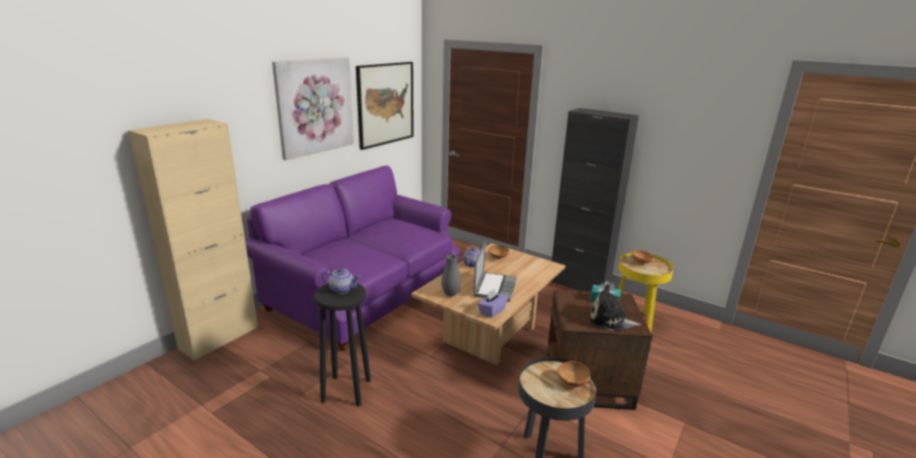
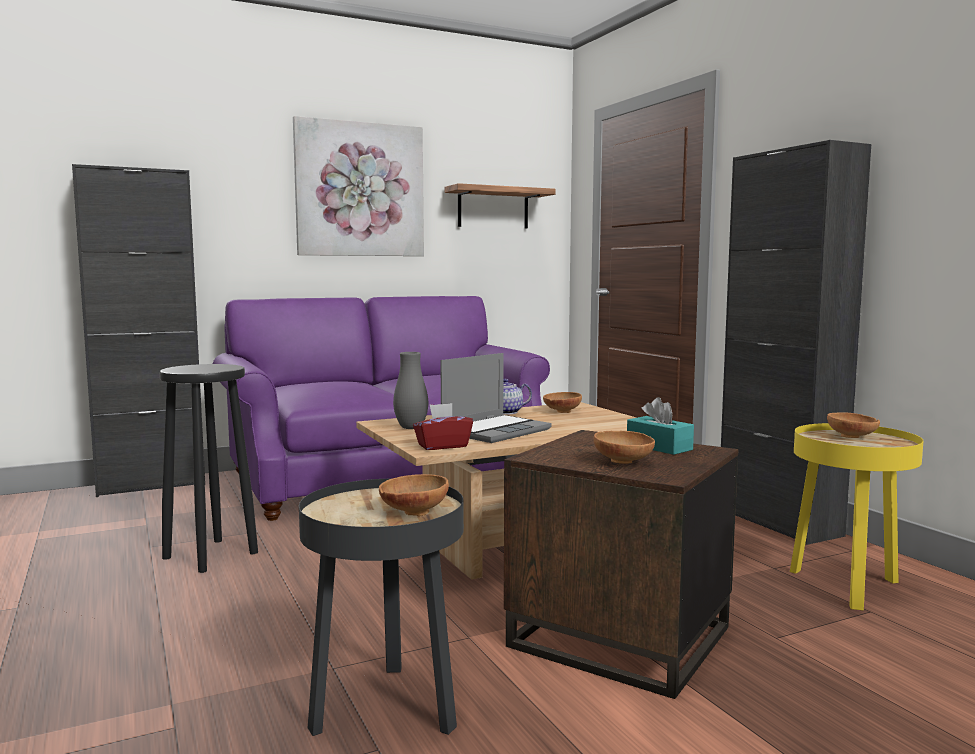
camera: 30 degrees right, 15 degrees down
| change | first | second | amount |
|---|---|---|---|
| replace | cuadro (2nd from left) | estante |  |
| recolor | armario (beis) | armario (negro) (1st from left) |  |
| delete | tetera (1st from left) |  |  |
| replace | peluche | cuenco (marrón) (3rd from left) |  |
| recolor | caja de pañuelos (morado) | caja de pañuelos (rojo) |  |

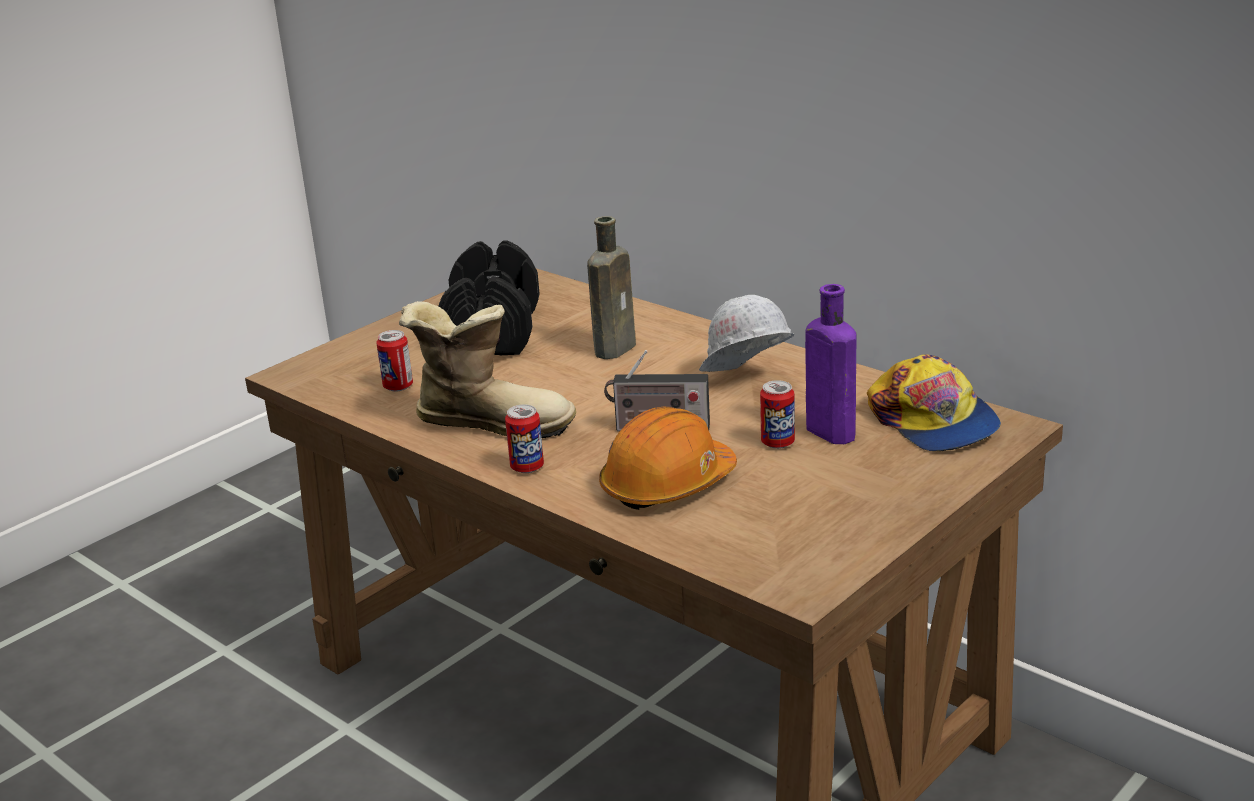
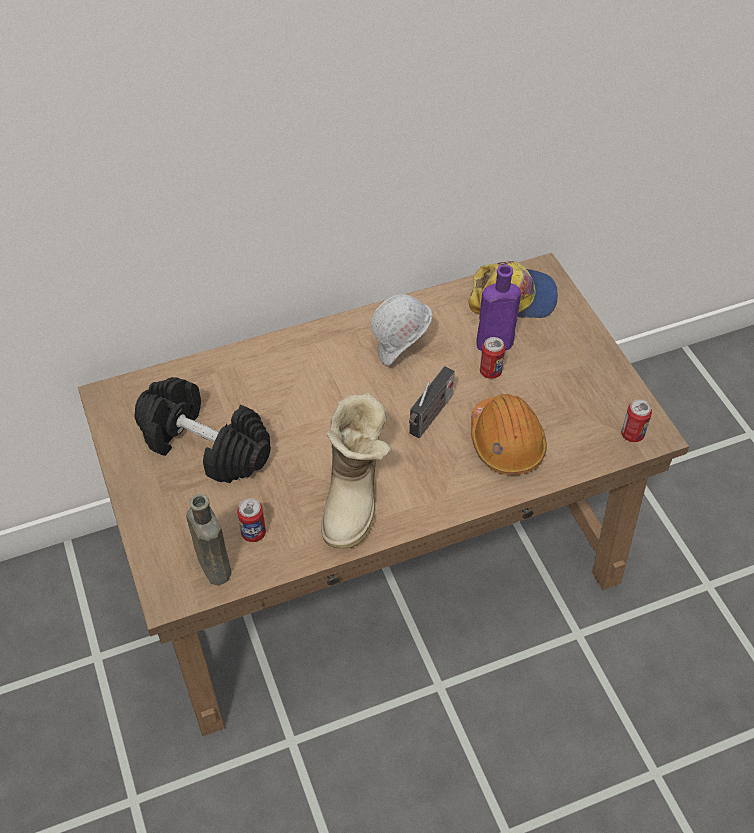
camera: 65 degrees left, 25 degrees up
| change | first | second | amount |
|---|---|---|---|
| move | botella (marrón) |  |  |
| rotate | bota |  | 150 degrees clockwise |
| move | lata (2nd from left in the first image) | lata (3rd from left) |  |

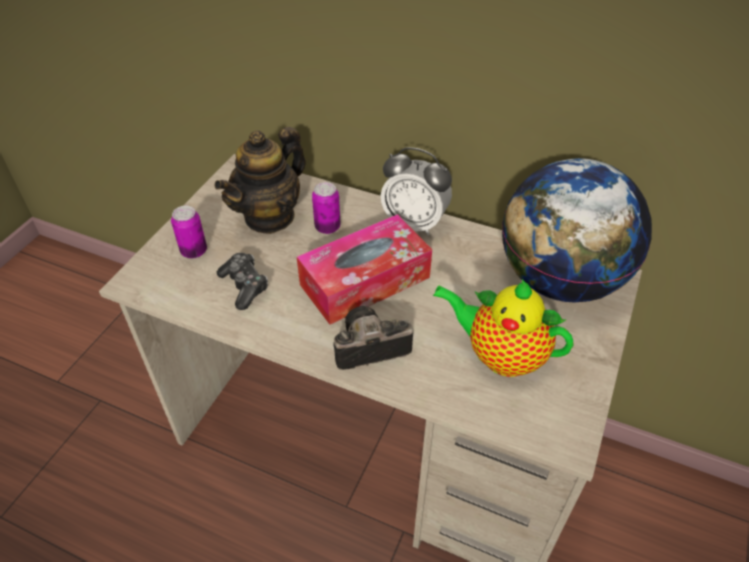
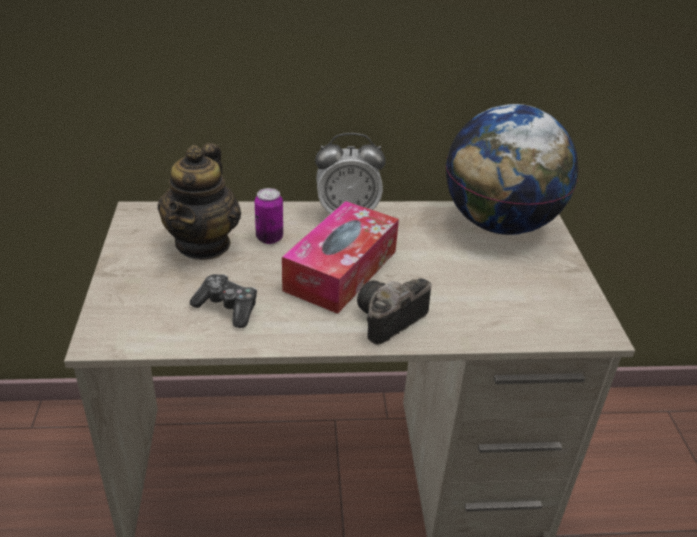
camera: 30 degrees left, 10 degrees down
| change | first | second | amount |
|---|---|---|---|
| delete | lata (1st from left) |  |  |
| delete | tetera (2nd from left) |  |  |

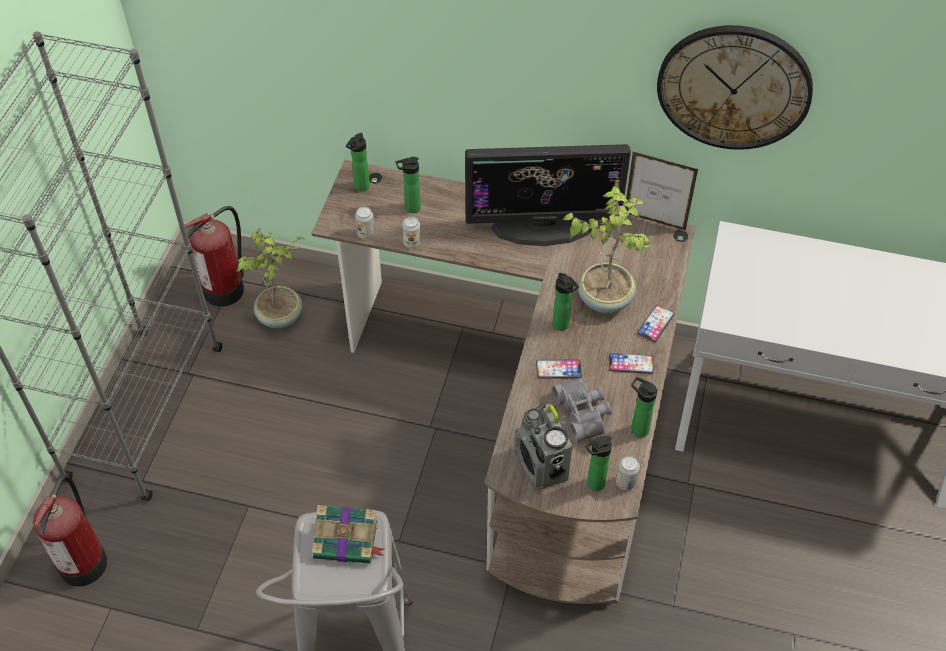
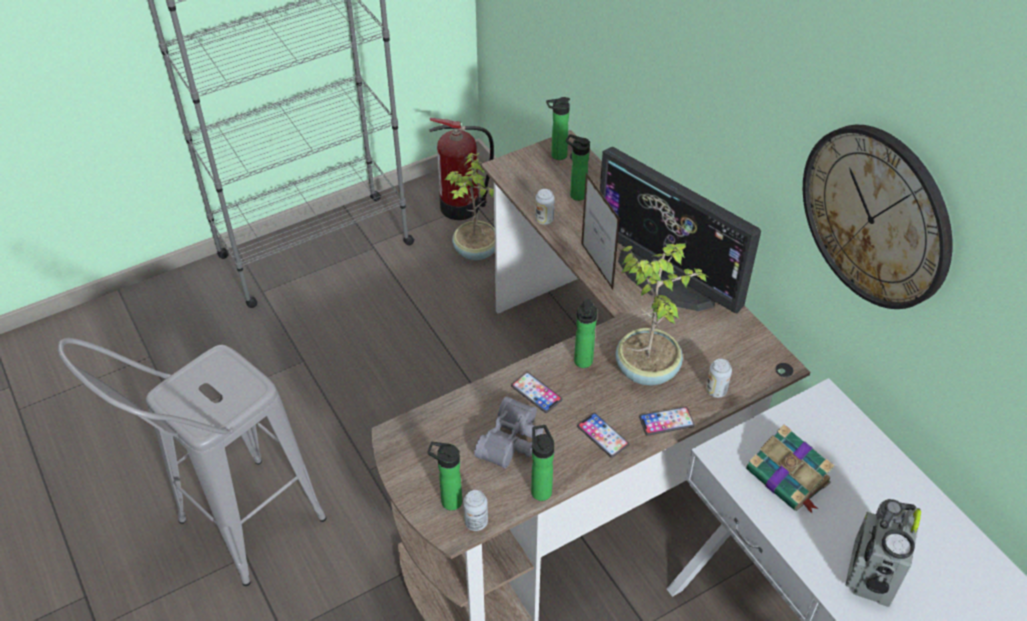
camera: 45 degrees right, 5 degrees down
| change | first | second | amount |
|---|---|---|---|
| move | portarretratos |  |  |
| move | lata (1st from left in the first image) | lata (3rd from left) |  |
| move | radio |  |  |
| delete | extintor (1st from left) |  |  |
| move | libro |  |  |

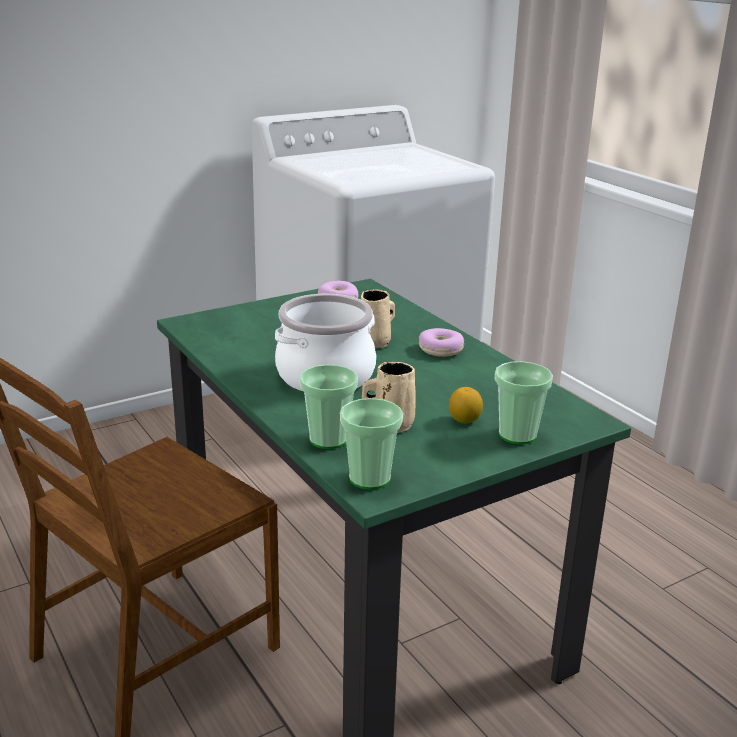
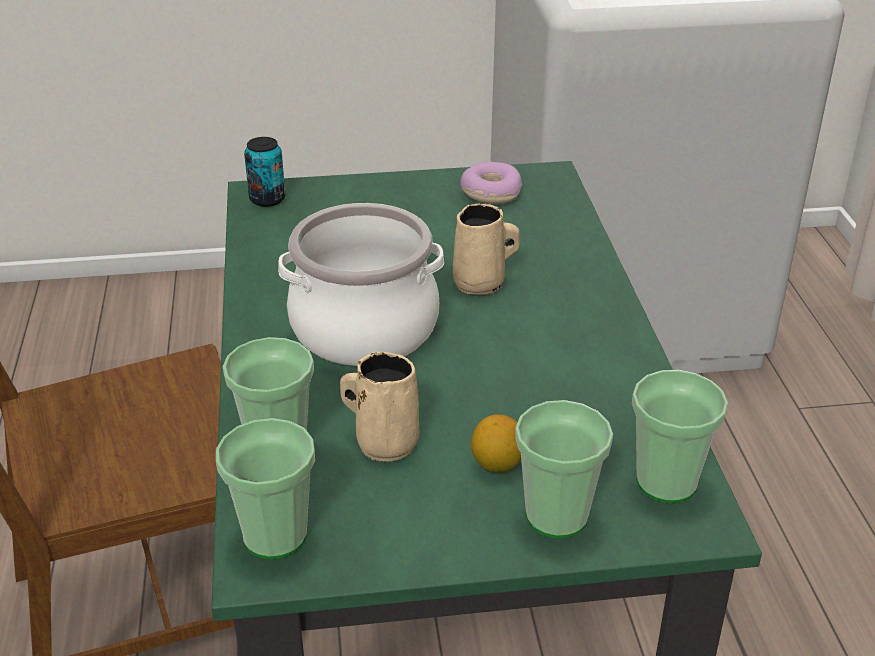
camera: 25 degrees right, 10 degrees up
| change | first | second | amount |
|---|---|---|---|
| delete | rosquilla (2nd from left) |  |  |
| insert |  | lata |  |
| insert |  | taza (4th from left) |  |

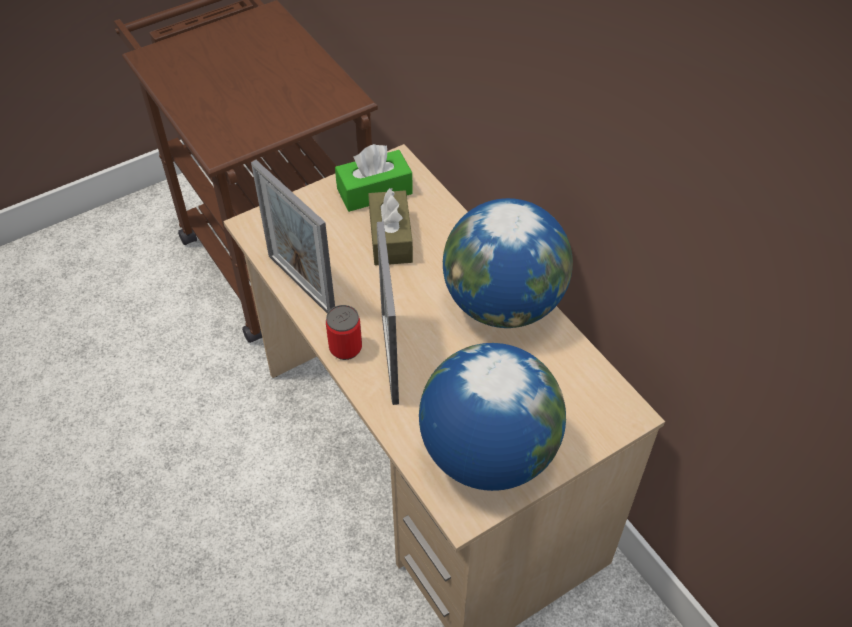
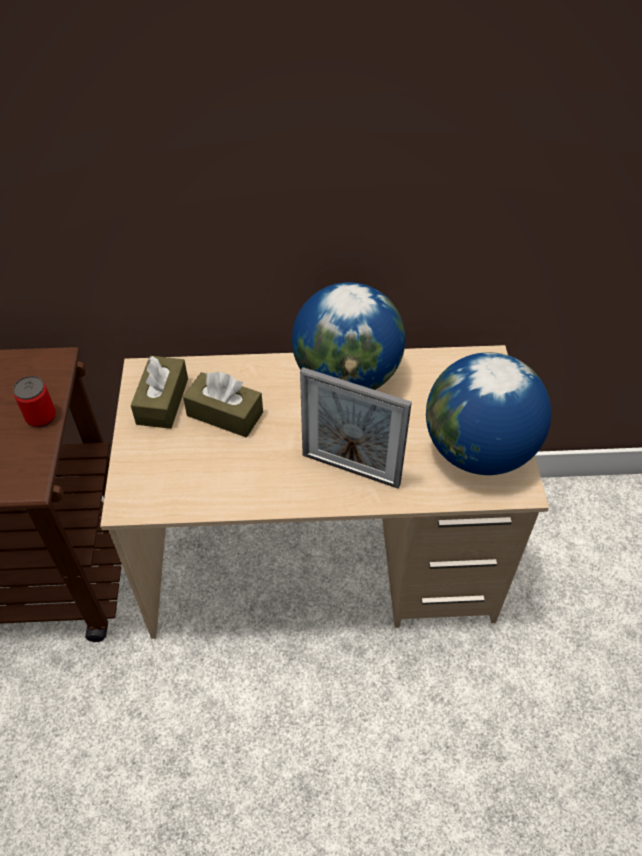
camera: 60 degrees left, 0 degrees up
| change | first | second | amount |
|---|---|---|---|
| recolor | caja de pañuelos (verde) | caja de pañuelos (marrón) (1st from left) |  |
| delete | portarretratos (1st from left) |  |  |
| move | lata |  |  |

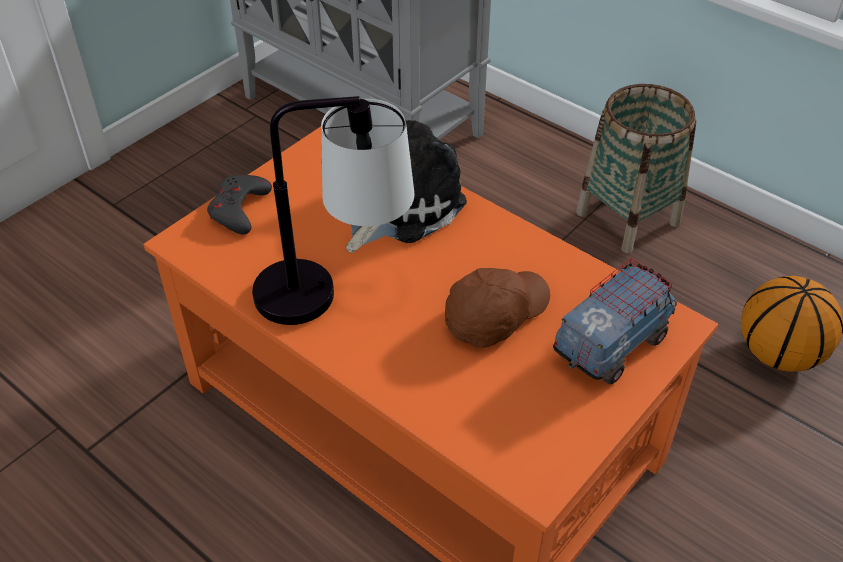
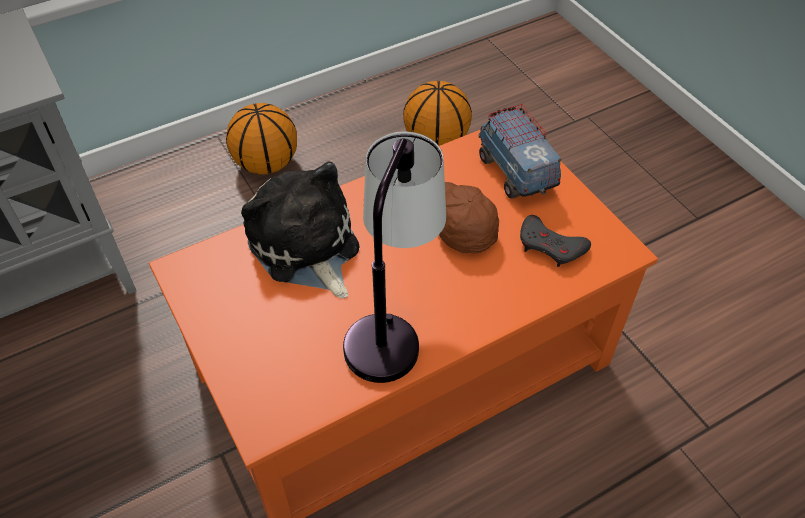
camera: 70 degrees left, 5 degrees up
| change | first | second | amount |
|---|---|---|---|
| replace | cesta | balón de baloncesto (1st from left) |  |
| move | mando de consola (gris) |  |  |

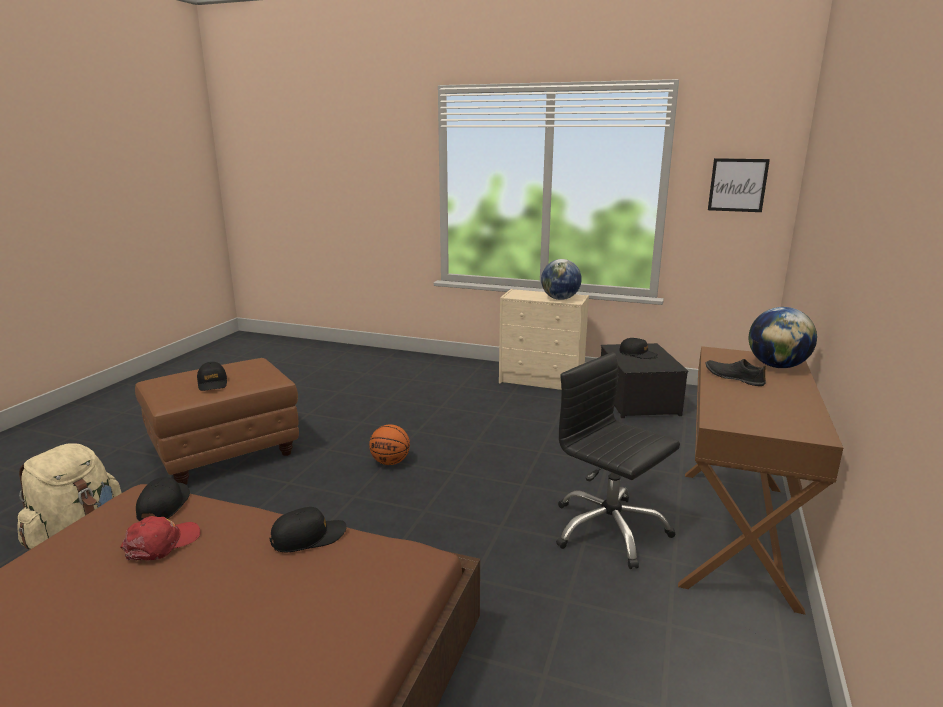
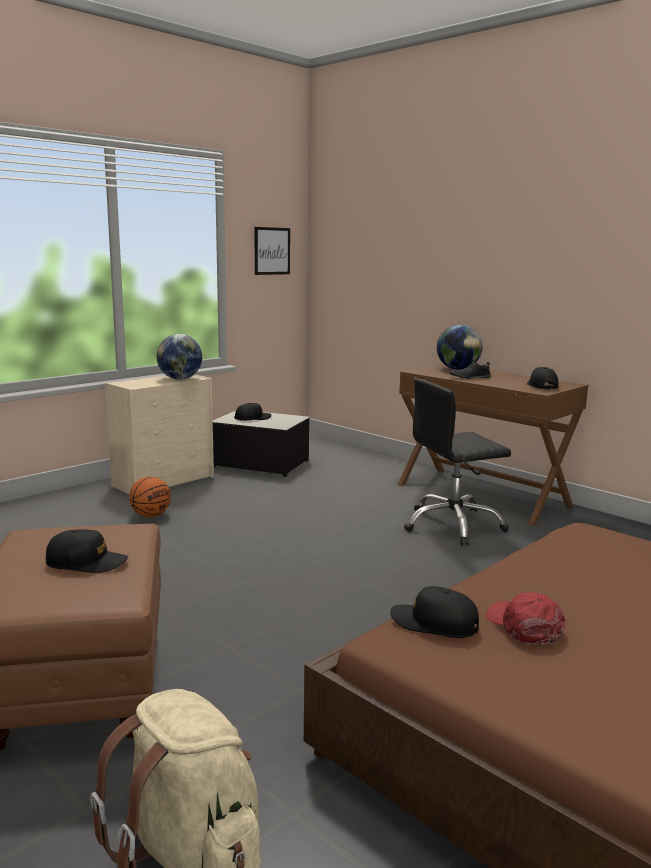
camera: 65 degrees left, 5 degrees down
| change | first | second | amount |
|---|---|---|---|
| move | balón de baloncesto |  |  |
| move | gorra (negro) (3rd from left in the first image) | gorra (negro) (4th from left) |  |

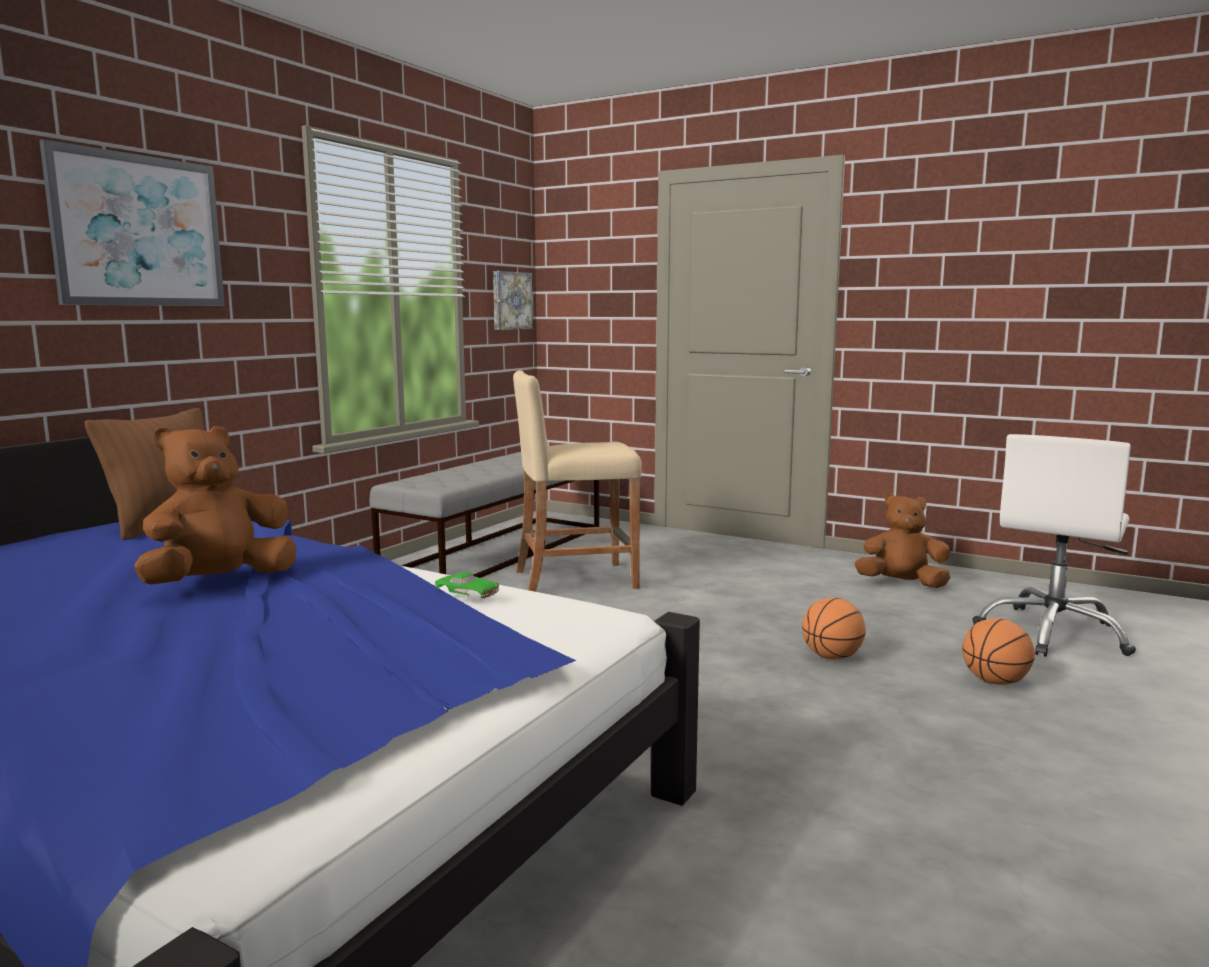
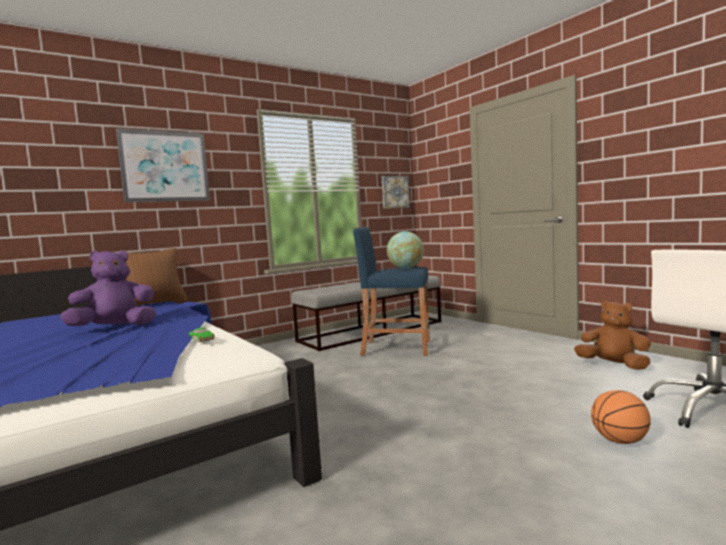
camera: 25 degrees right, 5 degrees down
| change | first | second | amount |
|---|---|---|---|
| recolor | taburete (beis) | taburete (azul) |  |
| recolor | peluche (marrón) (1st from left) | peluche (morado) |  |
| delete | balón de baloncesto (1st from left) |  |  |
| insert |  | globo terráqueo |  |

